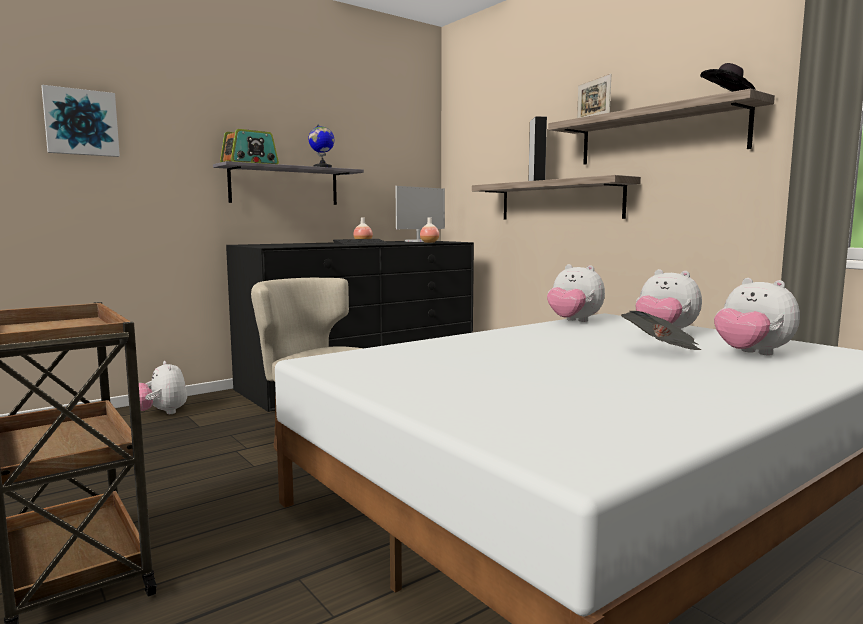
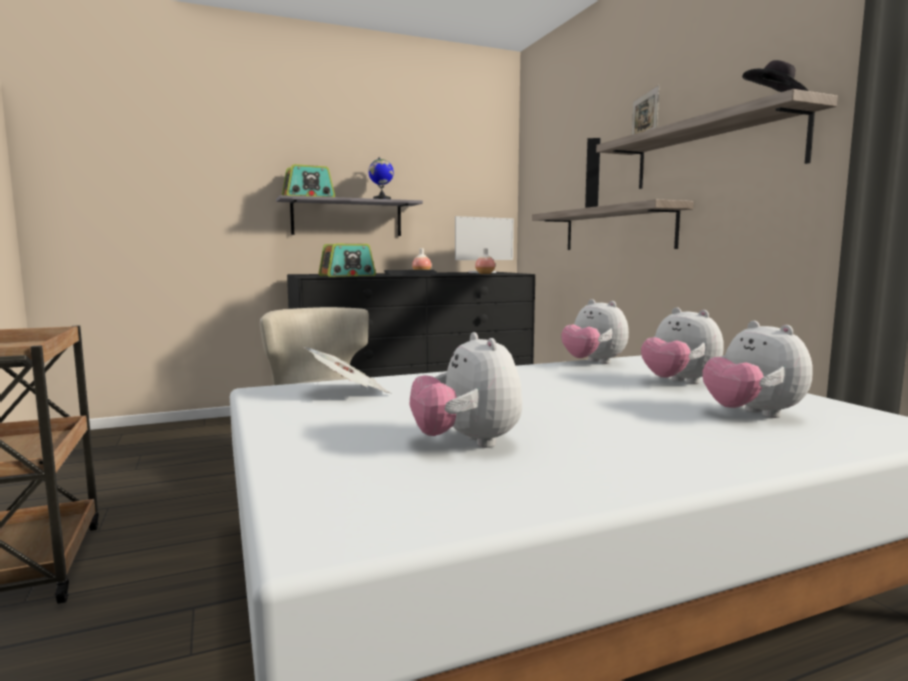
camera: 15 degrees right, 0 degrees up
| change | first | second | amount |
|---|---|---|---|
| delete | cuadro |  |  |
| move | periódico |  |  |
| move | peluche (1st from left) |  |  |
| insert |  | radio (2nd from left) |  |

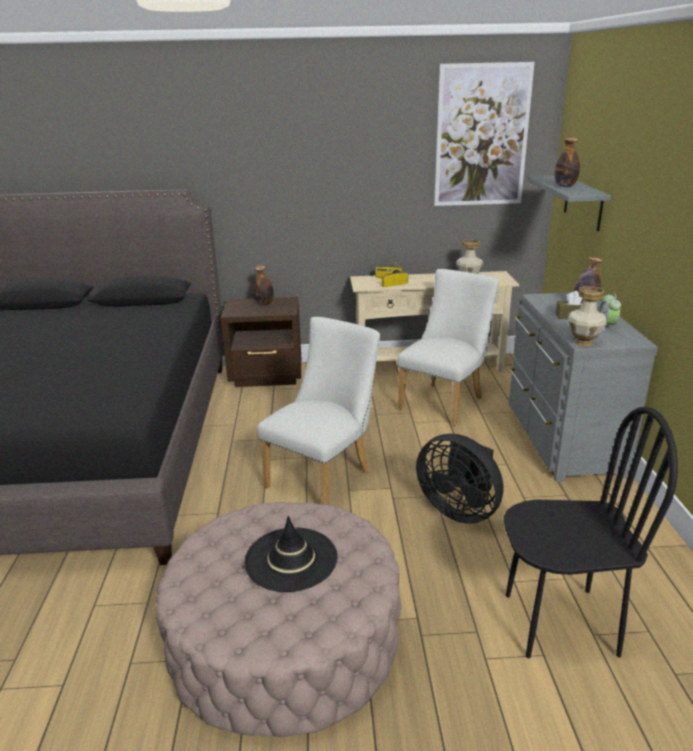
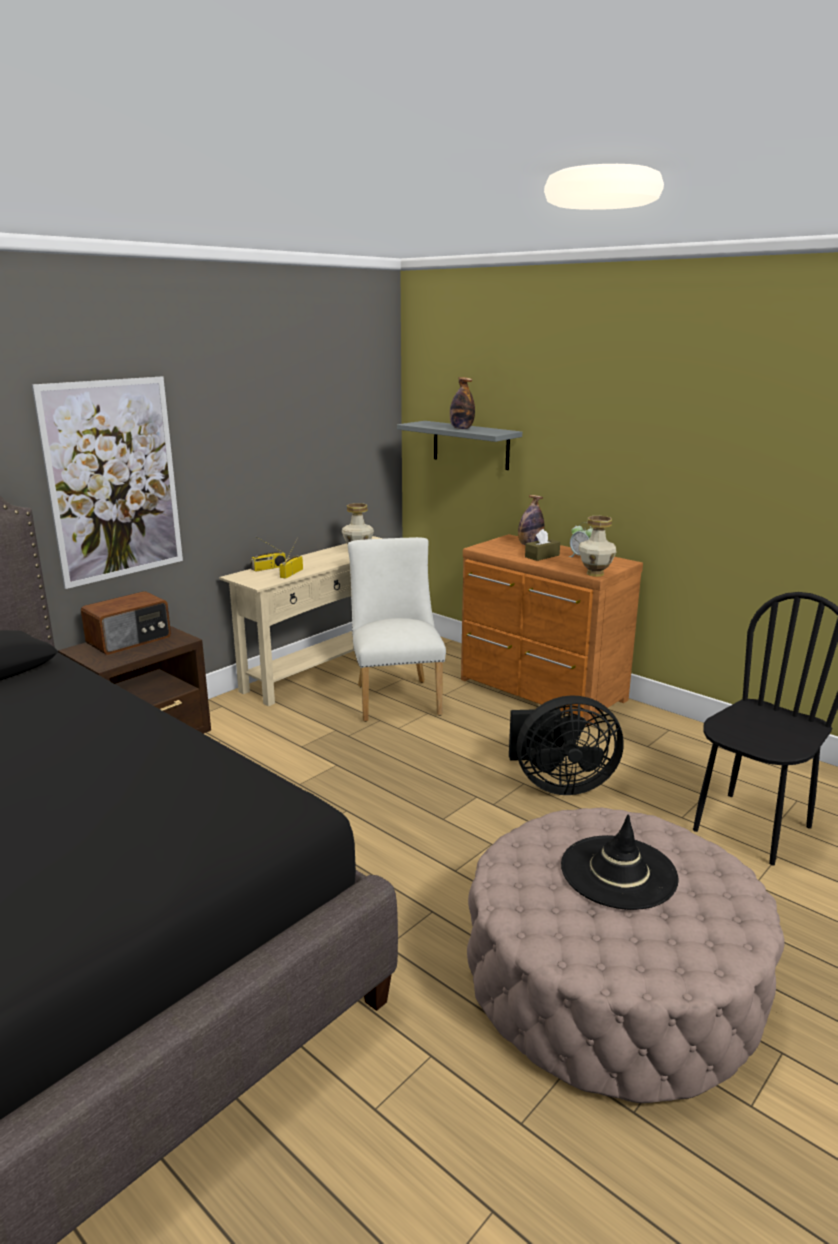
camera: 45 degrees left, 5 degrees down
| change | first | second | amount |
|---|---|---|---|
| move | cuadro |  |  |
| replace | botella (1st from left) | radio (1st from left) |  |
| recolor | cómoda (gris) | cómoda (marrón) |  |
| delete | silla (blanco) (1st from left) |  |  |

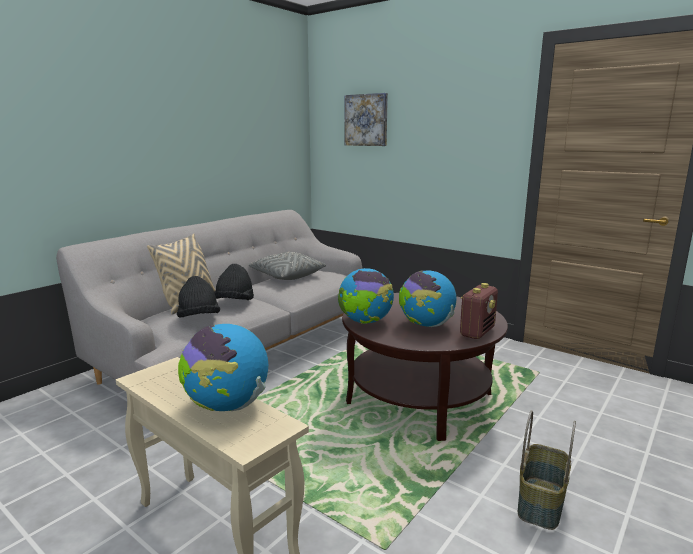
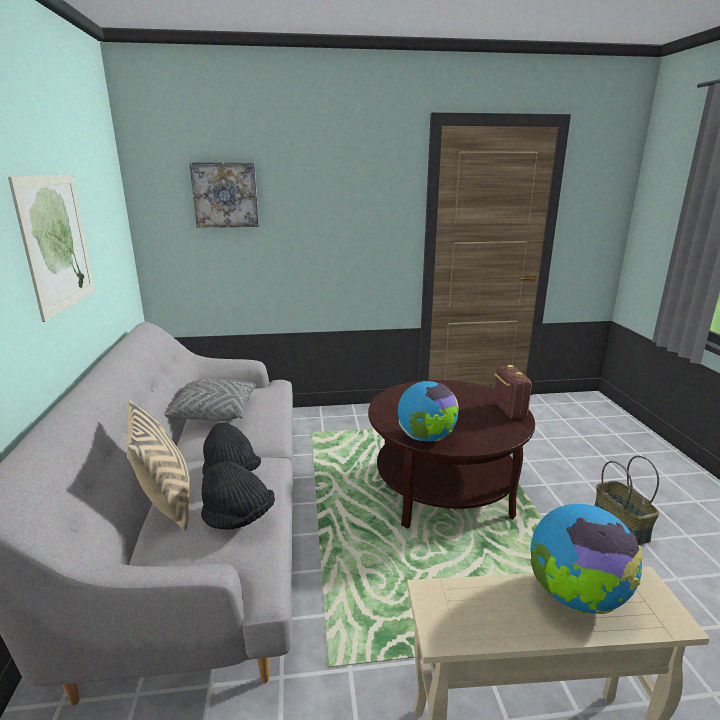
camera: 45 degrees left, 5 degrees up
| change | first | second | amount |
|---|---|---|---|
| delete | globo terráqueo (3rd from left) |  |  |
| insert |  | cuadro (1st from left) |  |

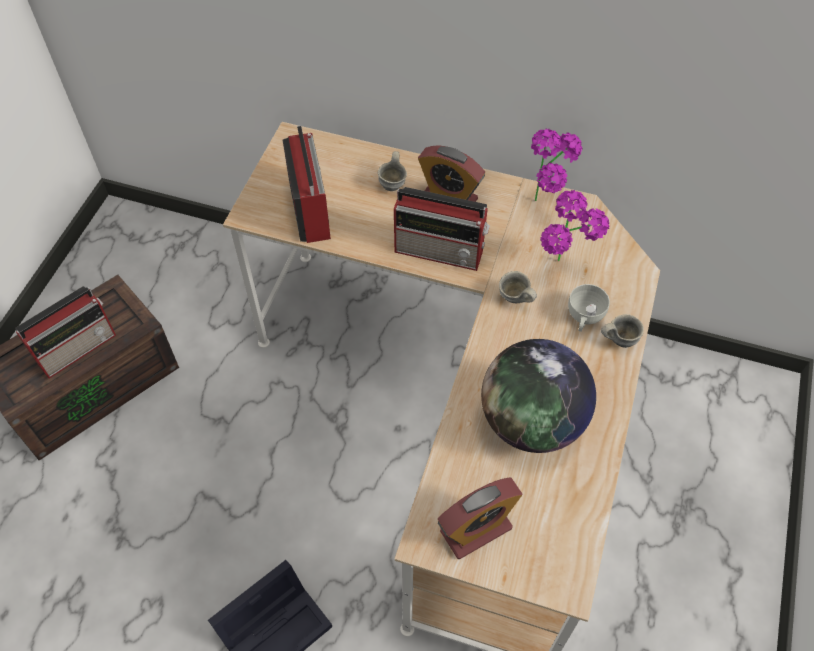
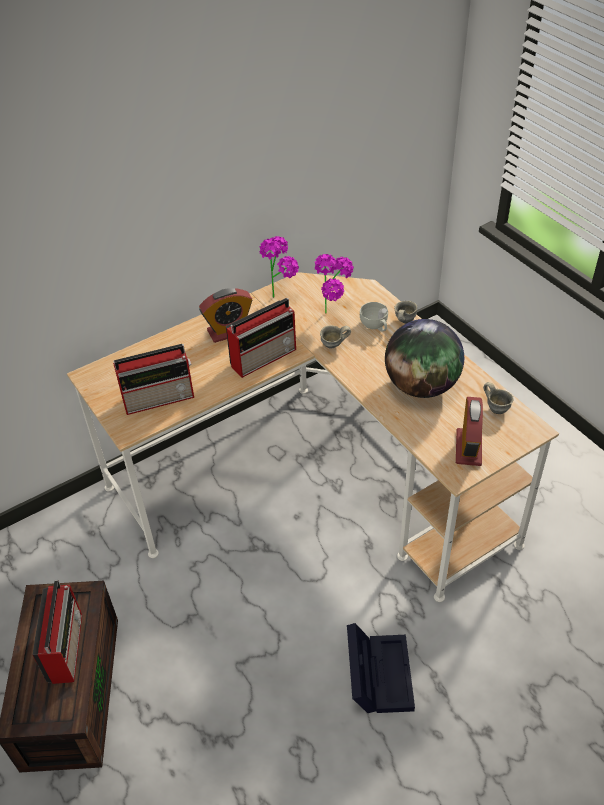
camera: 50 degrees left, 10 degrees down
| change | first | second | amount |
|---|---|---|---|
| rotate | radio (2nd from left) |  | 135 degrees clockwise |
| move | taza grande (gris) (1st from left in the first image) | taza grande (gris) (3rd from left) |  |

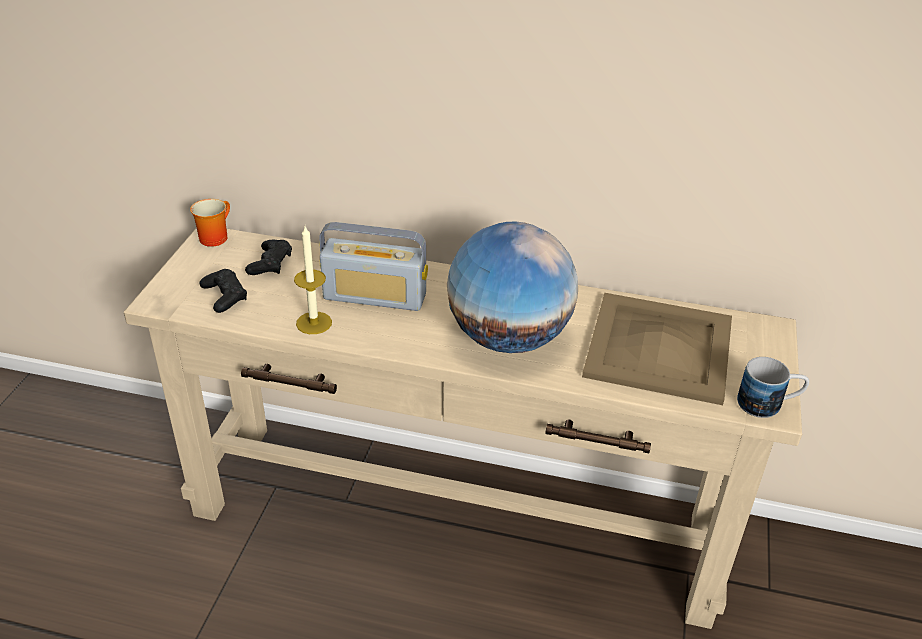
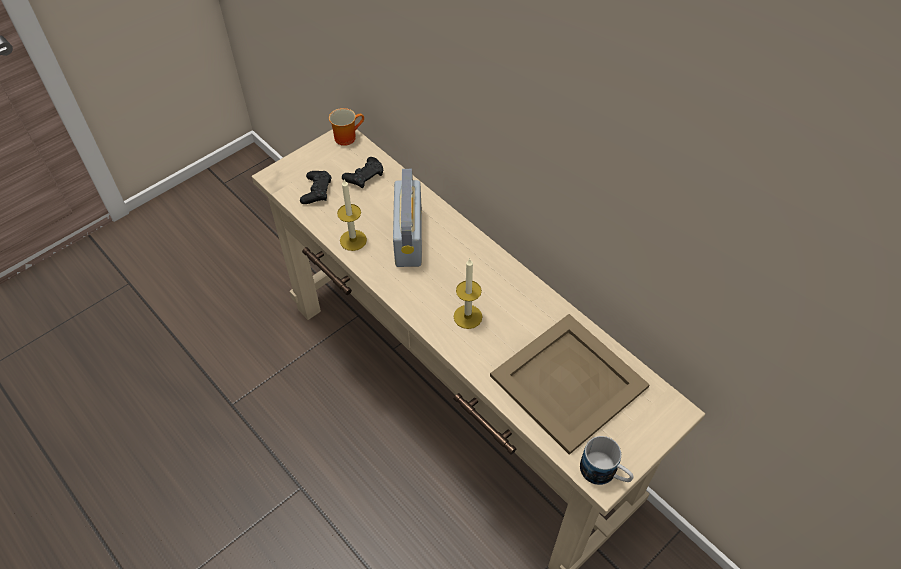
camera: 35 degrees right, 15 degrees up
| change | first | second | amount |
|---|---|---|---|
| rotate | radio |  | 135 degrees counterclockwise |
| replace | globo terráqueo | vela (2nd from left) |  |

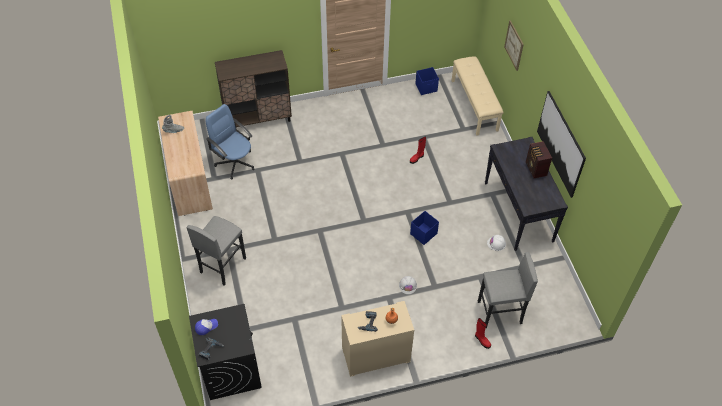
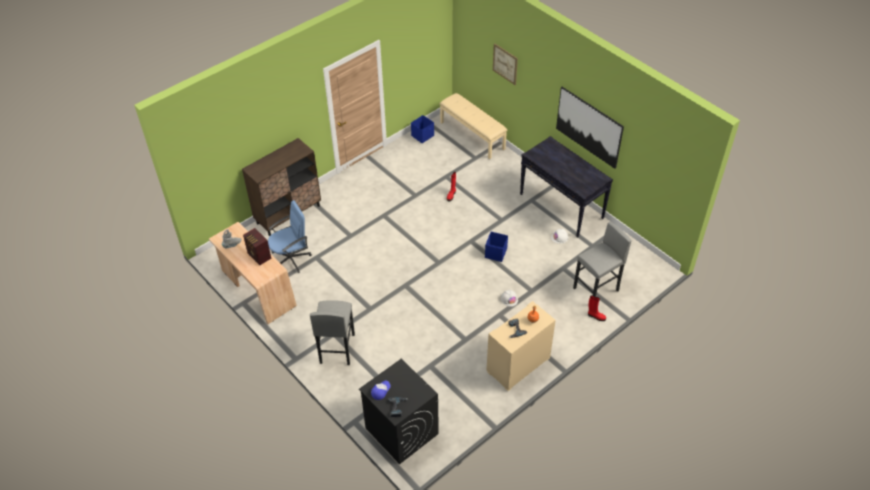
camera: 25 degrees left, 5 degrees down
| change | first | second | amount |
|---|---|---|---|
| rotate | silla de oficina (azul) |  | 135 degrees clockwise |
| move | radio |  |  |

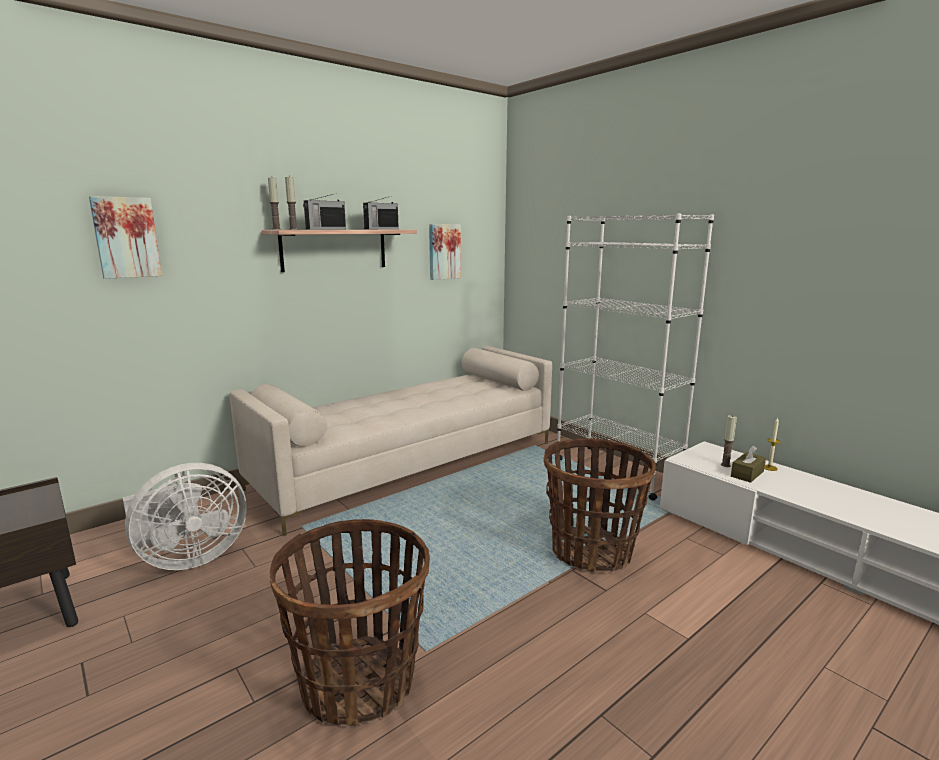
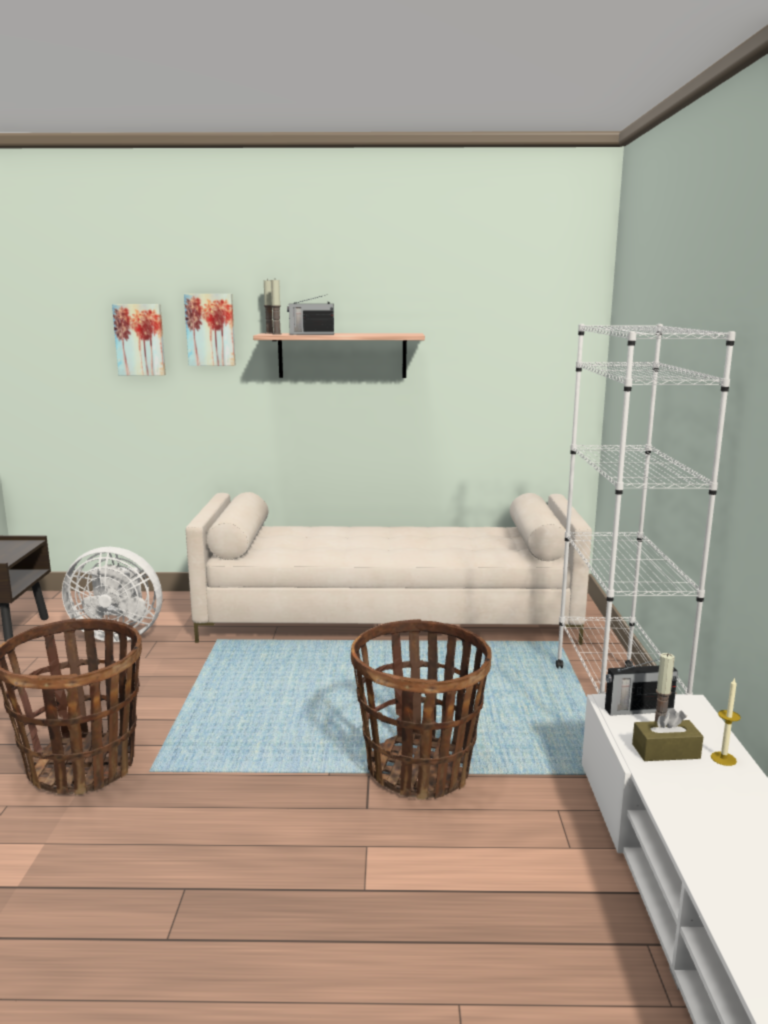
camera: 40 degrees right, 0 degrees up
| change | first | second | amount |
|---|---|---|---|
| move | radio (2nd from left) |  |  |
| move | cuadro (2nd from left) |  |  |

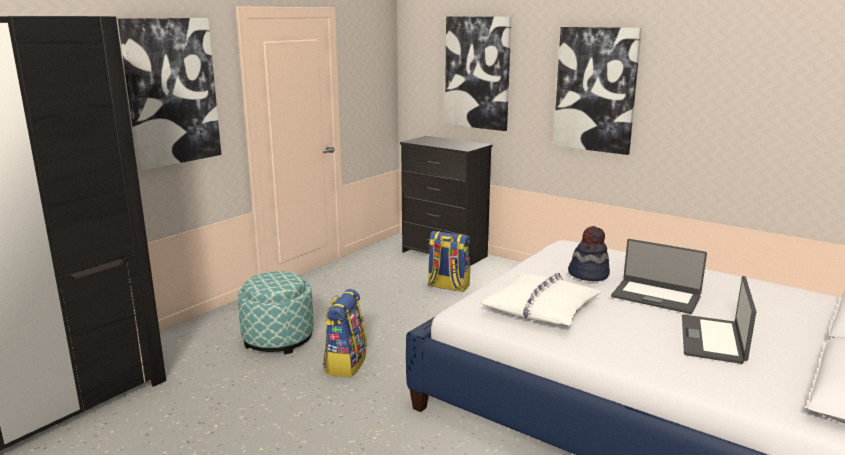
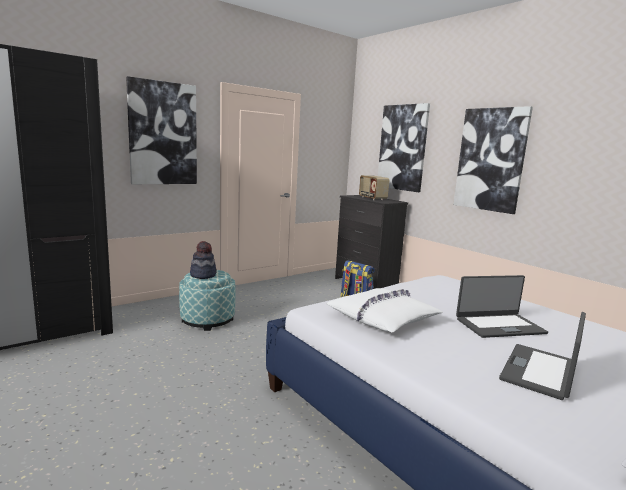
camera: 15 degrees right, 5 degrees down
| change | first | second | amount |
|---|---|---|---|
| move | sombrero |  |  |
| rotate | portátil (1st from left) |  | 60 degrees counterclockwise |
| delete | mochila (1st from left) |  |  |
| insert |  | radio |  |

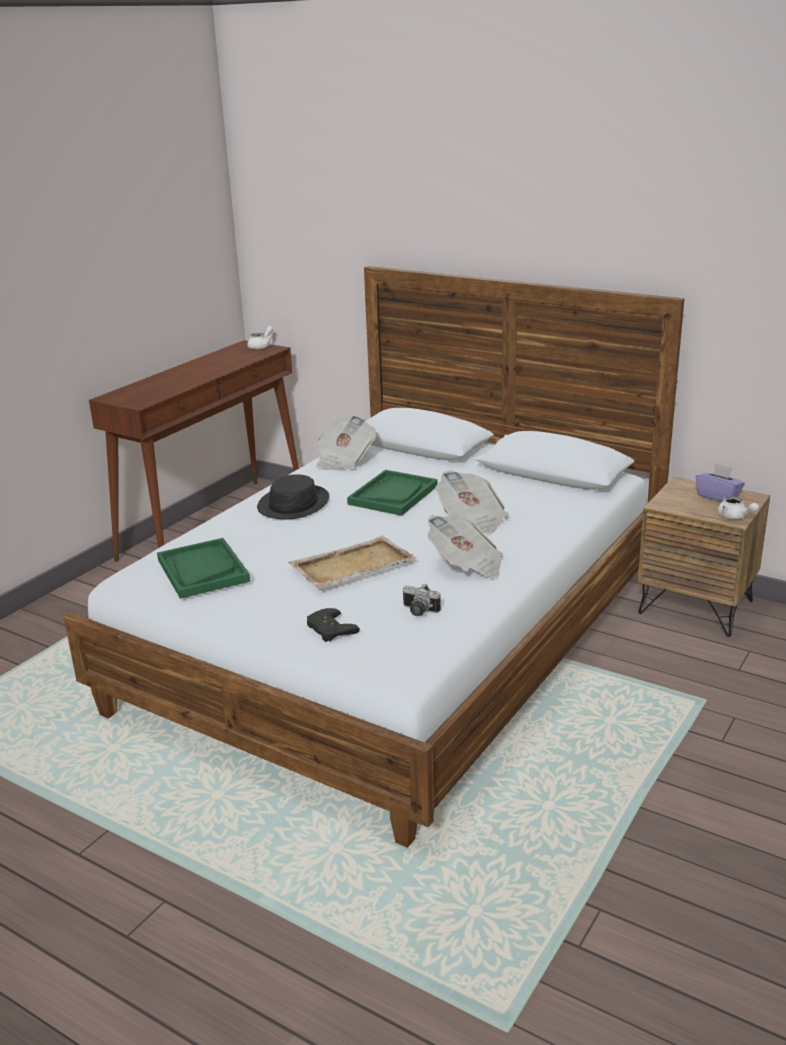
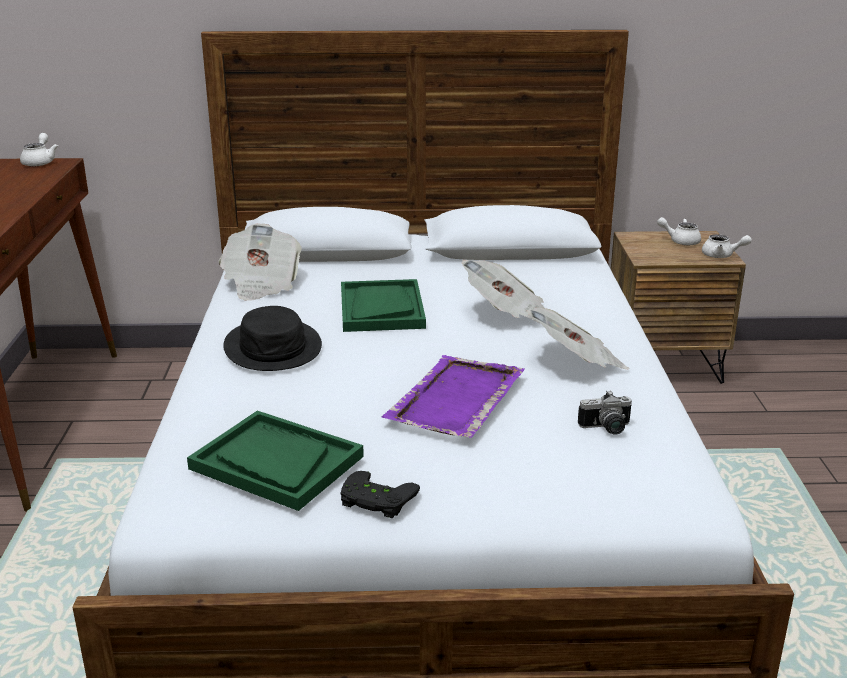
camera: 35 degrees left, 0 degrees up
| change | first | second | amount |
|---|---|---|---|
| replace | caja de pañuelos (morado) | tetera (blanco) (2nd from left) |  |
| recolor | bandeja (beis) | bandeja (morado) |  |
| move | mando de consola (negro) |  |  |

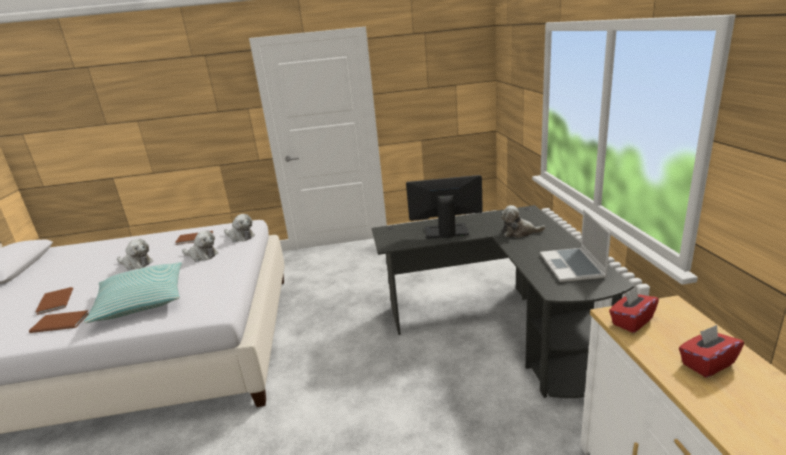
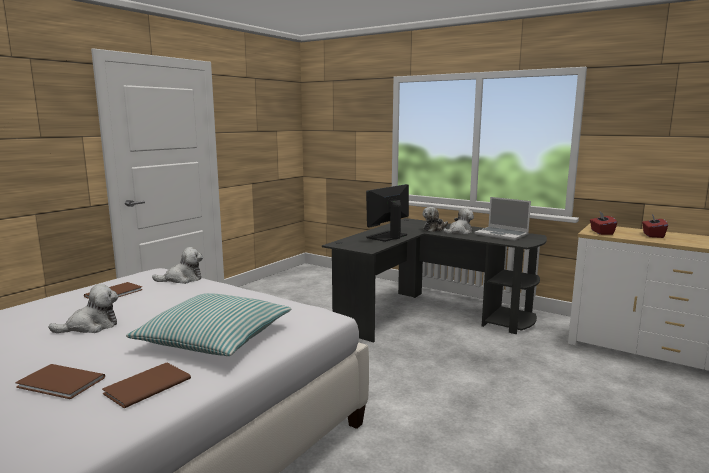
camera: 50 degrees left, 10 degrees down
| change | first | second | amount |
|---|---|---|---|
| move | peluche (2nd from left in the first image) | peluche (4th from left) |  |

